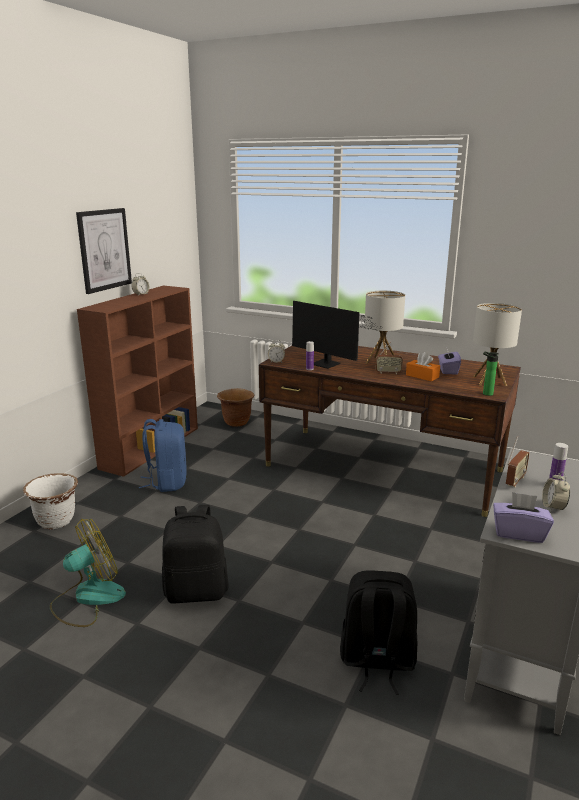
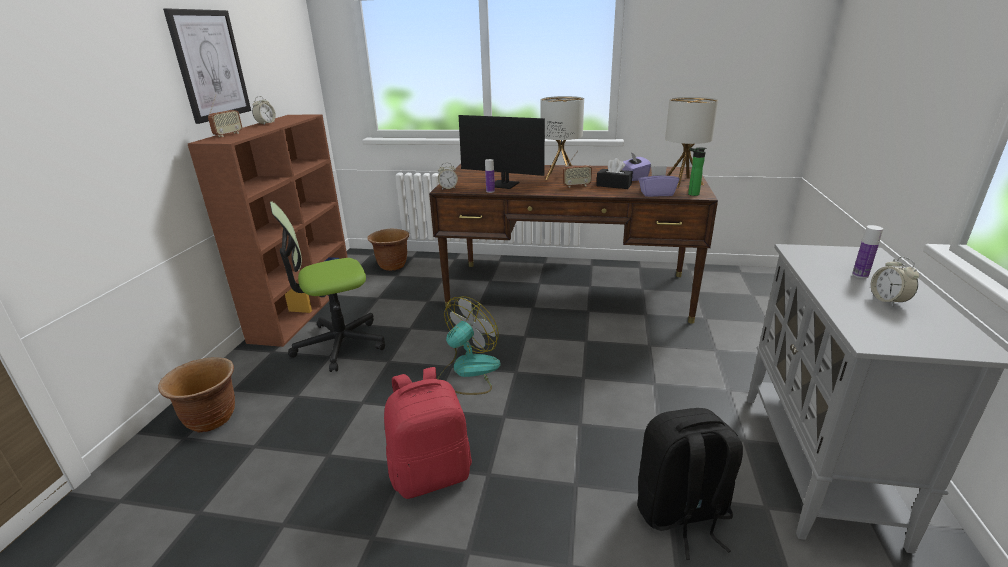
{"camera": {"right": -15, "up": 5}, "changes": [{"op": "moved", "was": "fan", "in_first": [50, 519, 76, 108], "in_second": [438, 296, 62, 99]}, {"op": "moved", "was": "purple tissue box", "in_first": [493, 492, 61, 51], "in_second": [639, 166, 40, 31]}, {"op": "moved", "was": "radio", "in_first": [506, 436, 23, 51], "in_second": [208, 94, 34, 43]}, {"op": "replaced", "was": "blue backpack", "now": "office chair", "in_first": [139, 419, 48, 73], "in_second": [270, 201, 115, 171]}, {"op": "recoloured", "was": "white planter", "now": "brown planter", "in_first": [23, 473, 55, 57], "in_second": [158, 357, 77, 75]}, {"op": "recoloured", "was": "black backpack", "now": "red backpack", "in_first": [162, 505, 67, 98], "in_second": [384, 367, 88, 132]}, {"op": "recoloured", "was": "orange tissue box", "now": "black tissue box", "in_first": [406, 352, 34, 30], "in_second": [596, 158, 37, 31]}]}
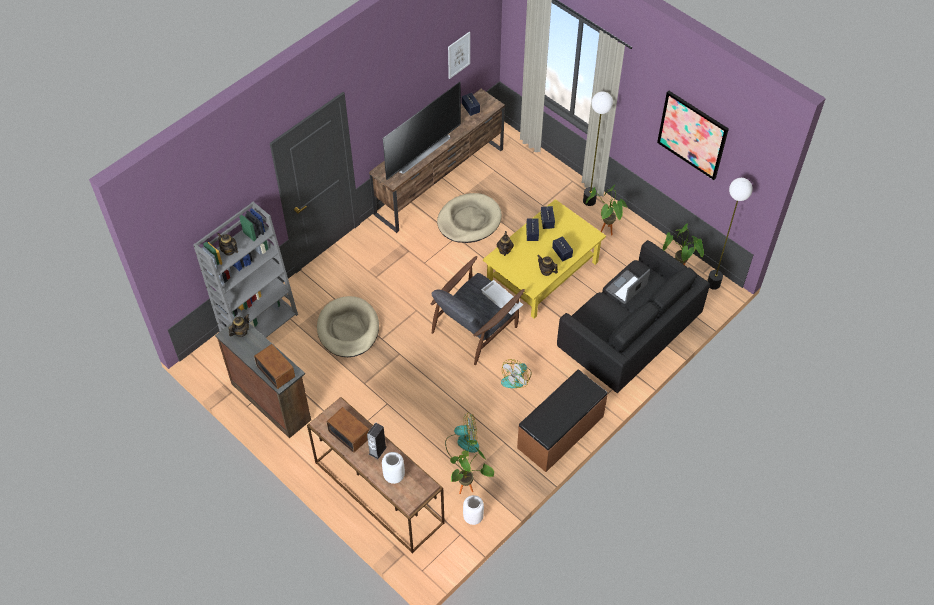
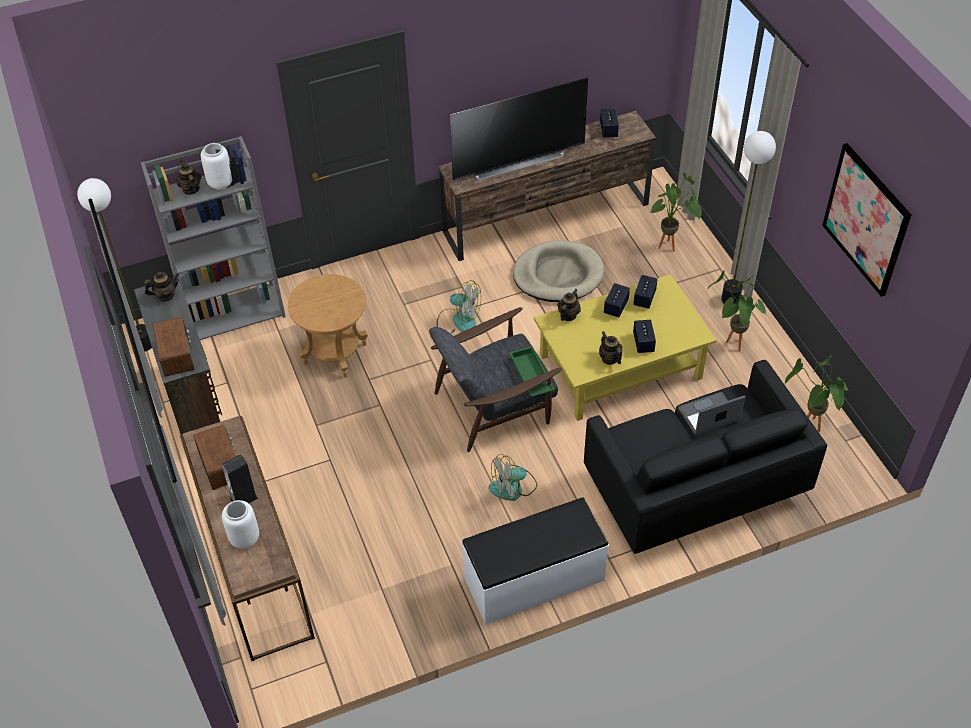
{"camera": {"right": 25, "up": -5}, "changes": [{"op": "removed", "was": "picture", "in_first": [448, 32, 22, 47]}, {"op": "moved", "was": "fan", "in_first": [445, 413, 34, 48], "in_second": [437, 280, 44, 54]}, {"op": "moved", "was": "potted plant", "in_first": [450, 440, 44, 54], "in_second": [650, 173, 52, 78]}, {"op": "moved", "was": "white vase", "in_first": [463, 495, 21, 30], "in_second": [201, 143, 31, 47]}, {"op": "moved", "was": "floor lamp", "in_first": [707, 178, 46, 112], "in_second": [77, 178, 75, 173]}, {"op": "replaced", "was": "beige dog bed", "now": "brown side table", "in_first": [317, 296, 62, 61], "in_second": [288, 274, 80, 103]}, {"op": "recoloured", "was": "white tray", "now": "green tray", "in_first": [481, 280, 42, 35], "in_second": [509, 346, 46, 51]}, {"op": "recoloured", "was": "brown bench", "now": "white bench", "in_first": [517, 370, 91, 102], "in_second": [462, 498, 147, 127]}]}
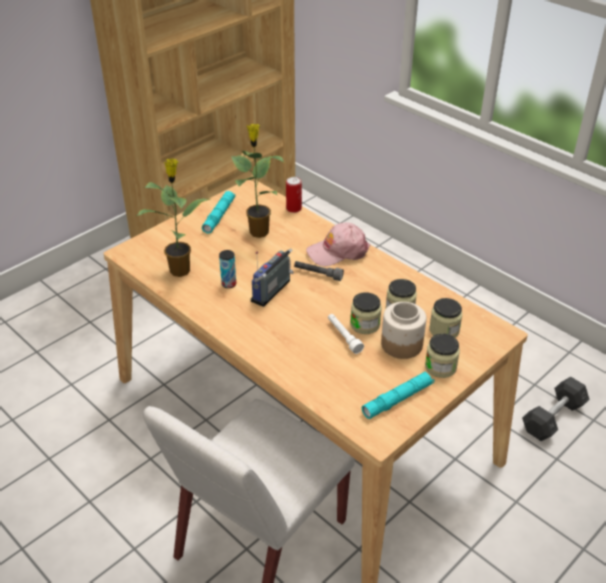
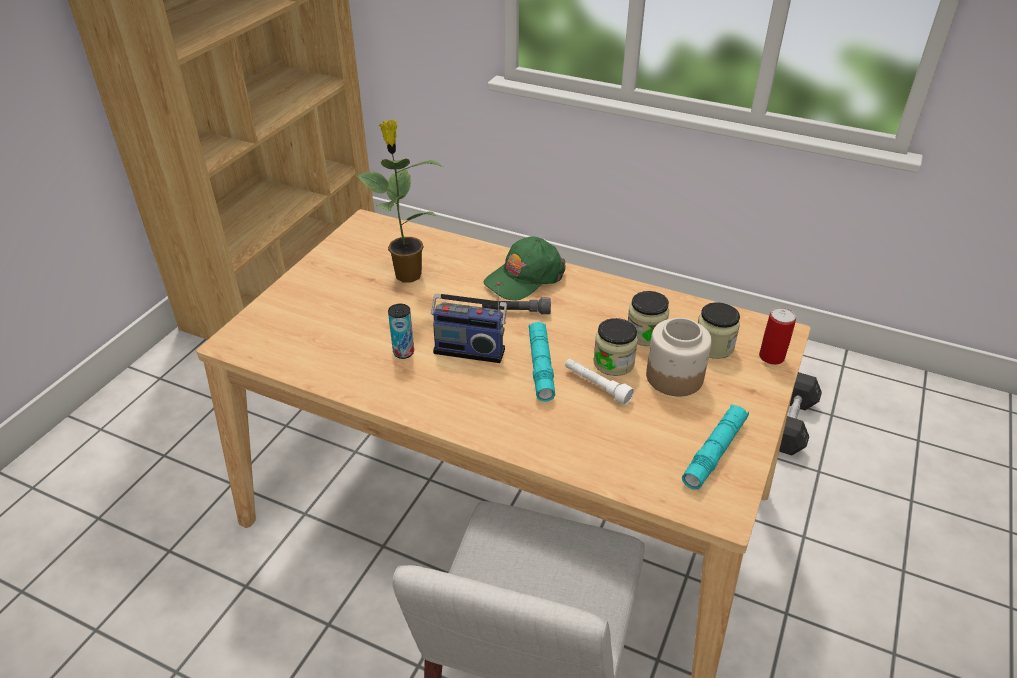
{"camera": {"right": -20, "up": 0}, "changes": [{"op": "removed", "was": "potted plant", "in_first": [136, 158, 74, 119]}, {"op": "removed", "was": "jar", "in_first": [425, 333, 35, 45]}, {"op": "moved", "was": "turquoise flashlight", "in_first": [202, 191, 33, 43], "in_second": [529, 322, 26, 80]}, {"op": "moved", "was": "can", "in_first": [286, 177, 16, 36], "in_second": [759, 308, 37, 57]}, {"op": "recoloured", "was": "pink cap", "now": "green cap", "in_first": [306, 222, 64, 44], "in_second": [484, 236, 82, 65]}, {"op": "turned", "was": "radio", "in_first": [251, 248, 42, 59], "in_second": [431, 282, 76, 81], "clockwise": -90}]}
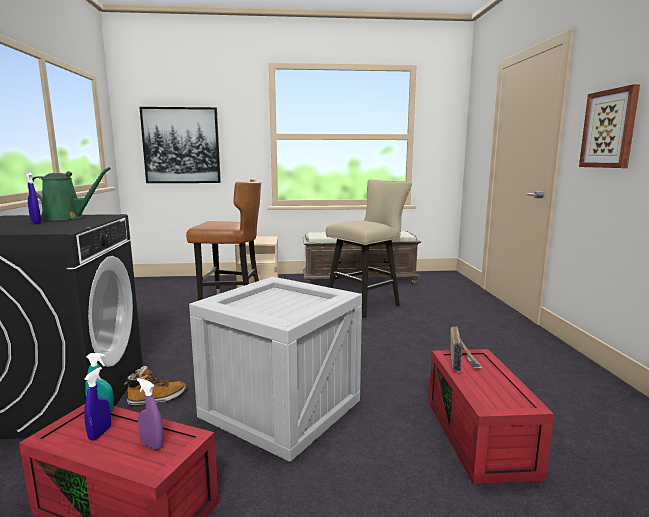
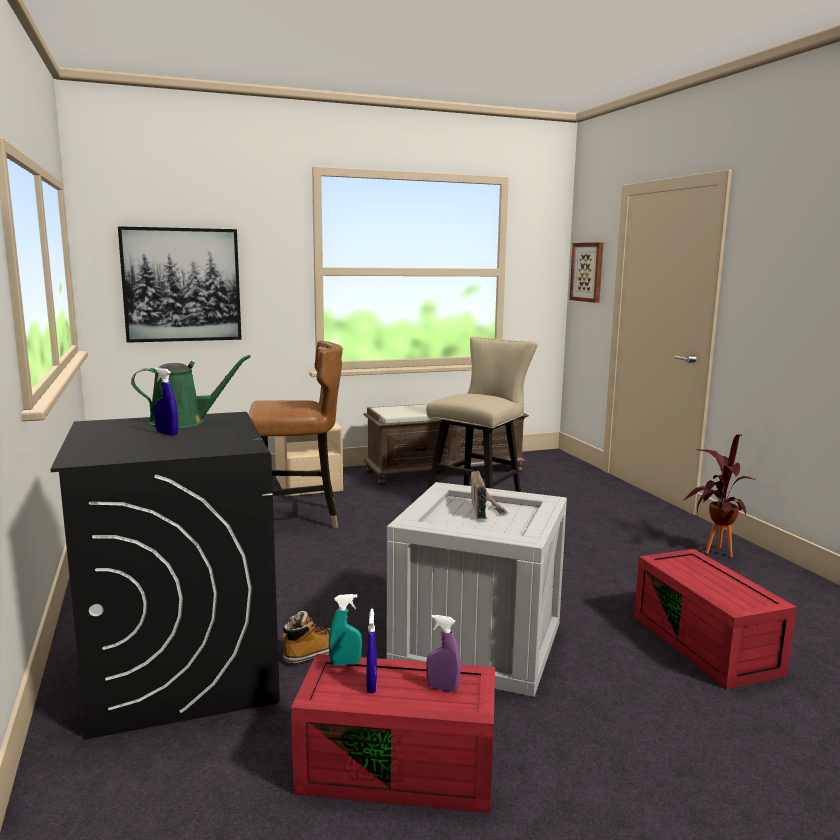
{"camera": {"right": -15, "up": 0}, "changes": [{"op": "added", "now": "potted plant", "in_second": [683, 434, 72, 123]}, {"op": "moved", "was": "radio", "in_first": [450, 326, 32, 46], "in_second": [471, 470, 38, 49]}, {"op": "moved", "was": "picture", "in_first": [579, 84, 61, 84], "in_second": [569, 242, 34, 61]}]}
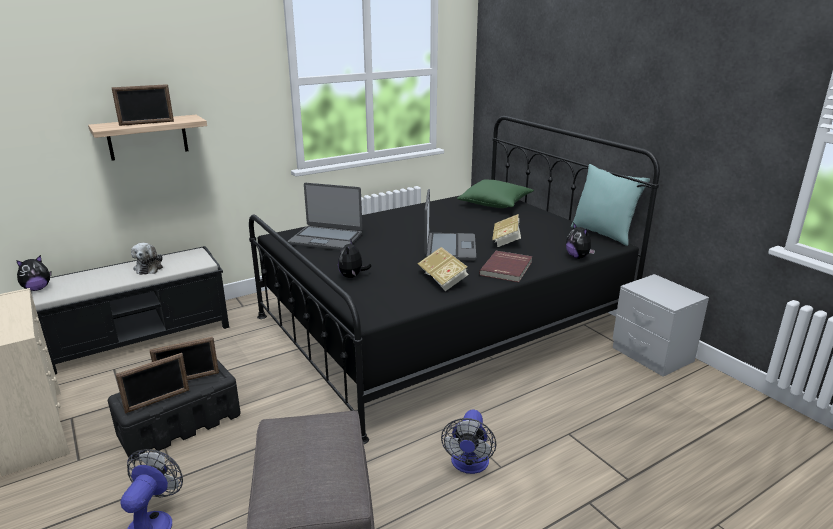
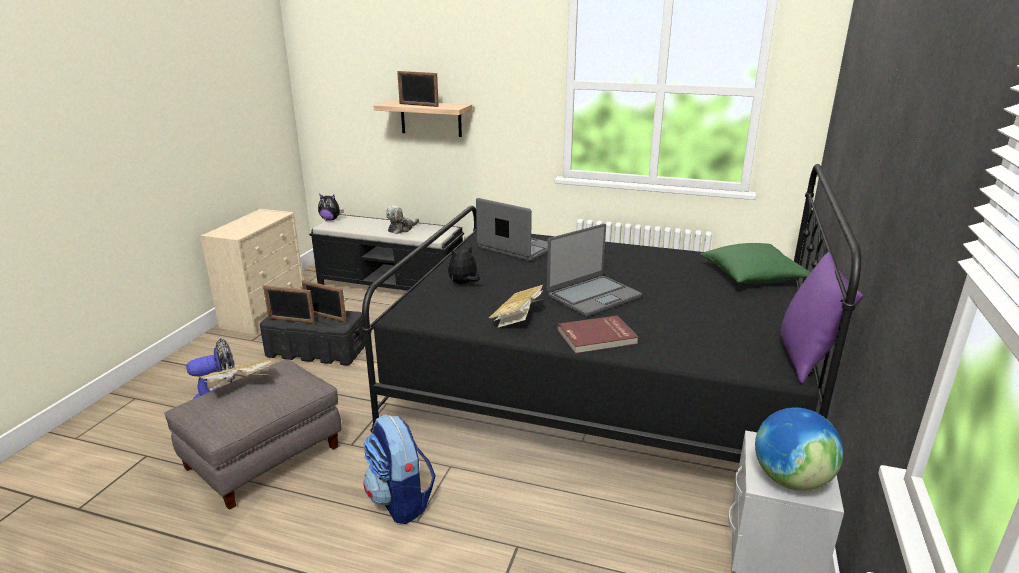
{"camera": {"right": 50, "up": 0}, "changes": [{"op": "removed", "was": "plush toy", "in_first": [566, 222, 29, 37]}, {"op": "added", "now": "globe", "in_second": [755, 407, 88, 84]}, {"op": "moved", "was": "book", "in_first": [492, 214, 29, 33], "in_second": [200, 360, 72, 30]}, {"op": "replaced", "was": "fan", "now": "backpack", "in_first": [441, 410, 55, 64], "in_second": [364, 414, 72, 110]}, {"op": "recoloured", "was": "turquoise pillow", "now": "purple pillow", "in_first": [571, 164, 79, 82], "in_second": [780, 252, 83, 132]}, {"op": "turned", "was": "laptop", "in_first": [288, 183, 74, 67], "in_second": [476, 198, 72, 63], "clockwise": 150}]}
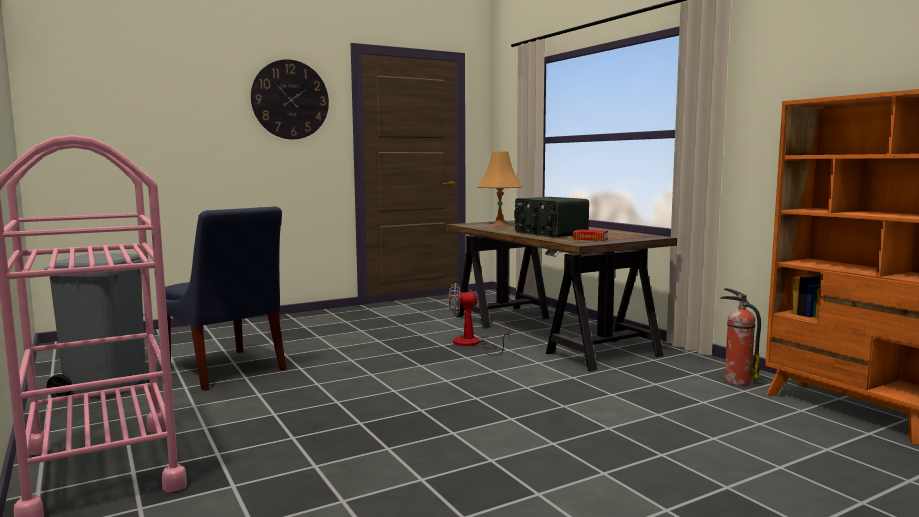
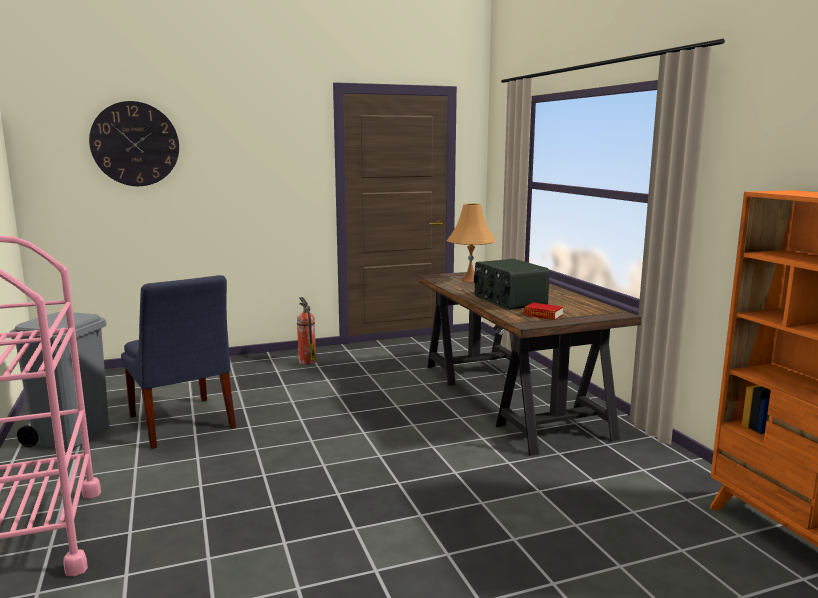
{"camera": {"right": 10, "up": 5}, "changes": [{"op": "removed", "was": "fan", "in_first": [449, 283, 60, 73]}, {"op": "moved", "was": "wall clock", "in_first": [251, 59, 78, 80], "in_second": [89, 101, 90, 85]}, {"op": "moved", "was": "fire extinguisher", "in_first": [720, 288, 41, 97], "in_second": [297, 297, 19, 68]}]}
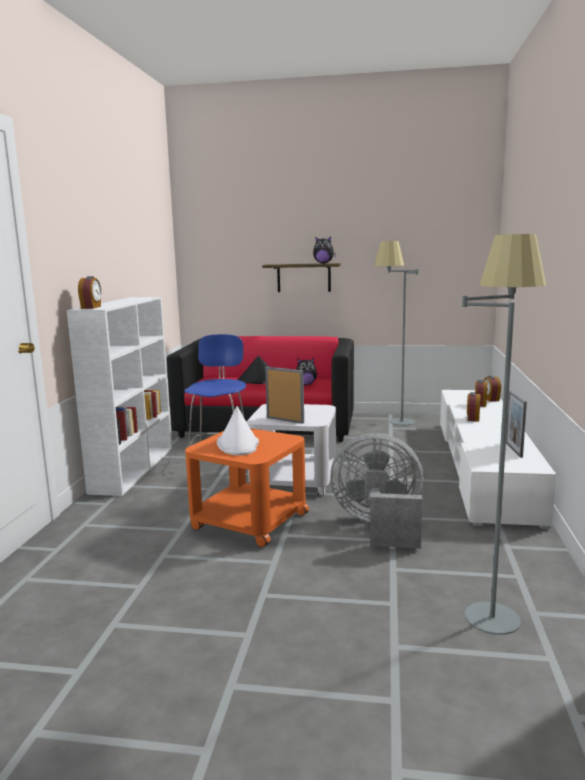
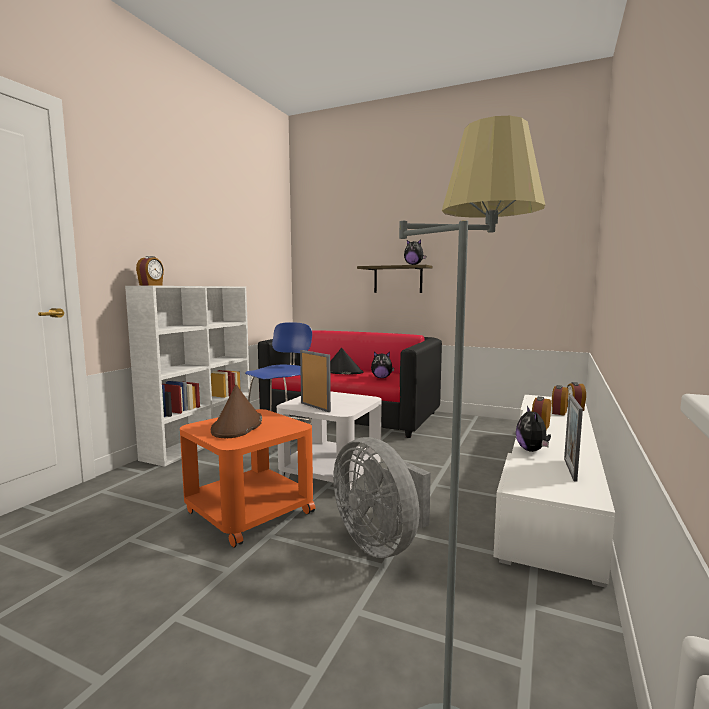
{"camera": {"right": 15, "up": -5}, "changes": [{"op": "removed", "was": "grey floor lamp", "in_first": [374, 241, 44, 185]}, {"op": "added", "now": "plush toy", "in_second": [516, 406, 35, 46]}, {"op": "recoloured", "was": "white hat", "now": "brown hat", "in_first": [217, 406, 42, 49], "in_second": [211, 385, 51, 53]}, {"op": "turned", "was": "grey fan", "in_first": [330, 433, 94, 115], "in_second": [333, 437, 98, 121], "clockwise": -150}]}
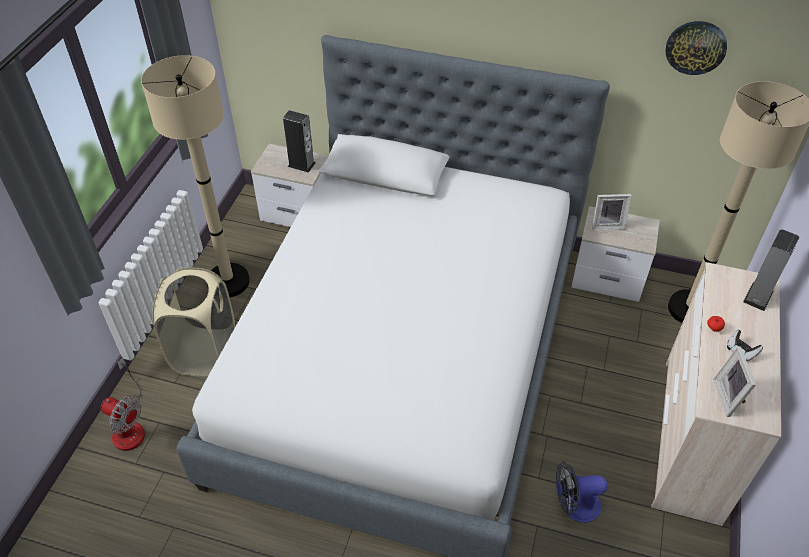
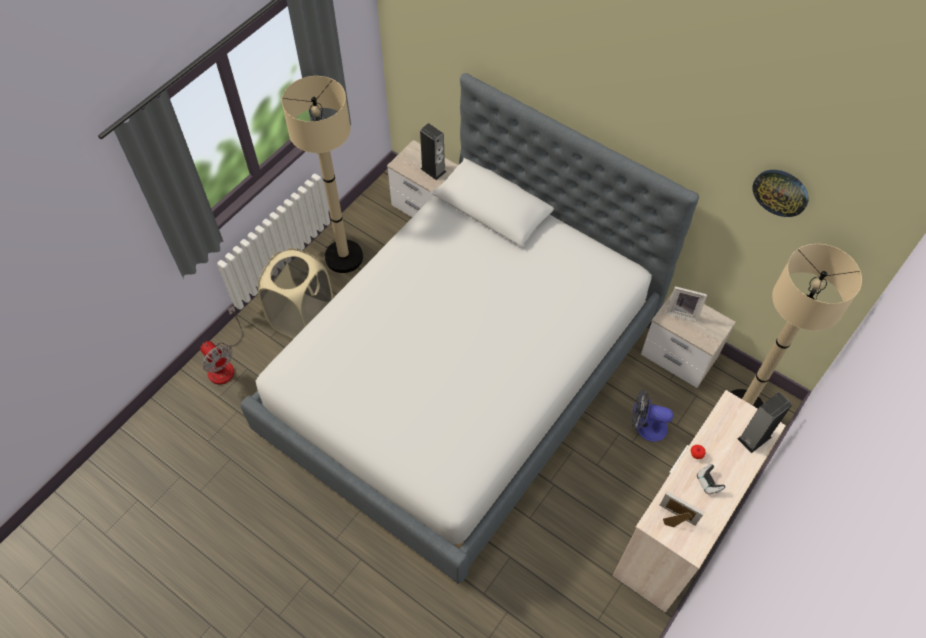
{"camera": {"right": 20, "up": 10}, "changes": [{"op": "moved", "was": "fan", "in_first": [556, 461, 52, 62], "in_second": [632, 389, 41, 53]}, {"op": "turned", "was": "picture frame", "in_first": [713, 346, 43, 71], "in_second": [660, 491, 44, 36], "clockwise": 105}]}
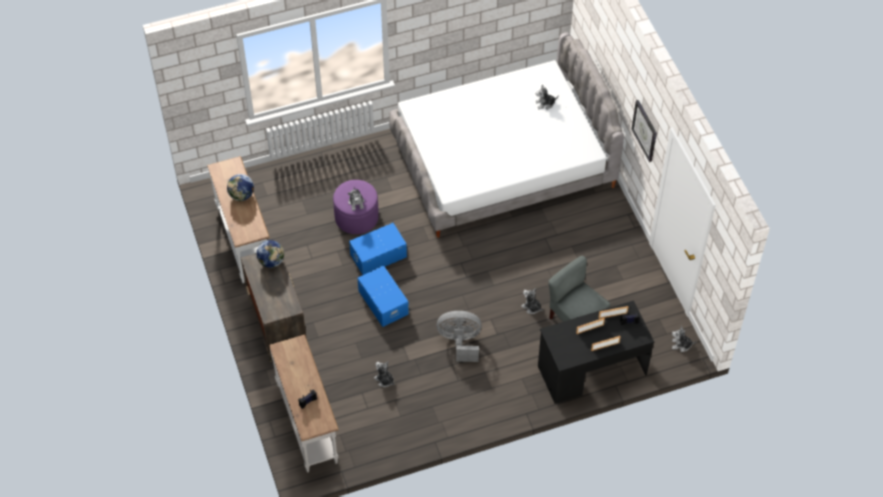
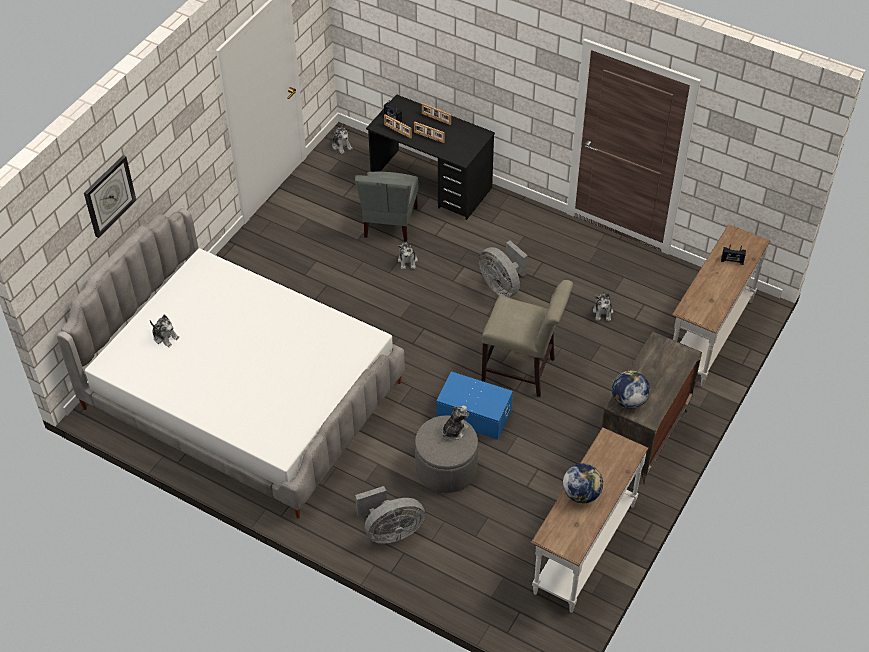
{"camera": {"right": -130, "up": -5}, "changes": [{"op": "added", "now": "grey fan", "in_second": [355, 486, 70, 58]}, {"op": "moved", "was": "wall clock", "in_first": [632, 100, 25, 62], "in_second": [84, 155, 52, 83]}, {"op": "replaced", "was": "blue storage box", "now": "beige chair", "in_first": [358, 265, 51, 62], "in_second": [482, 280, 91, 117]}, {"op": "recoloured", "was": "purple ottoman", "now": "grey ottoman", "in_first": [333, 180, 46, 54], "in_second": [415, 415, 63, 78]}]}
